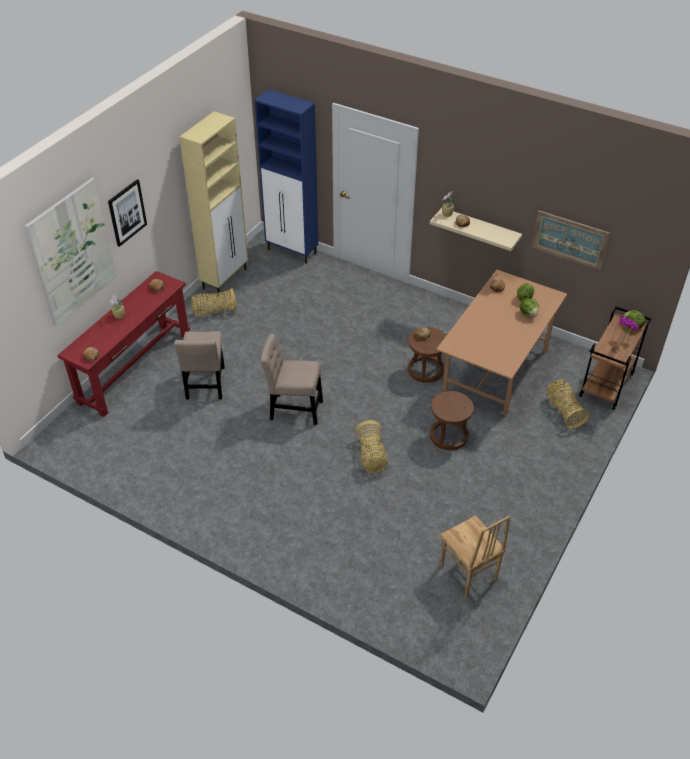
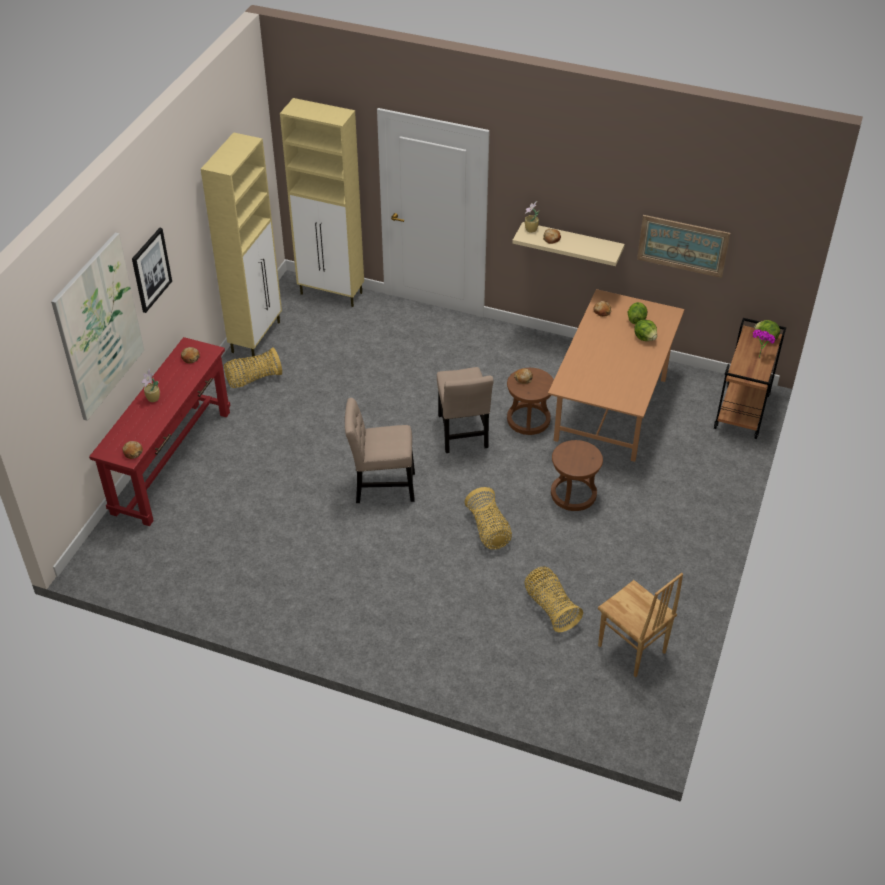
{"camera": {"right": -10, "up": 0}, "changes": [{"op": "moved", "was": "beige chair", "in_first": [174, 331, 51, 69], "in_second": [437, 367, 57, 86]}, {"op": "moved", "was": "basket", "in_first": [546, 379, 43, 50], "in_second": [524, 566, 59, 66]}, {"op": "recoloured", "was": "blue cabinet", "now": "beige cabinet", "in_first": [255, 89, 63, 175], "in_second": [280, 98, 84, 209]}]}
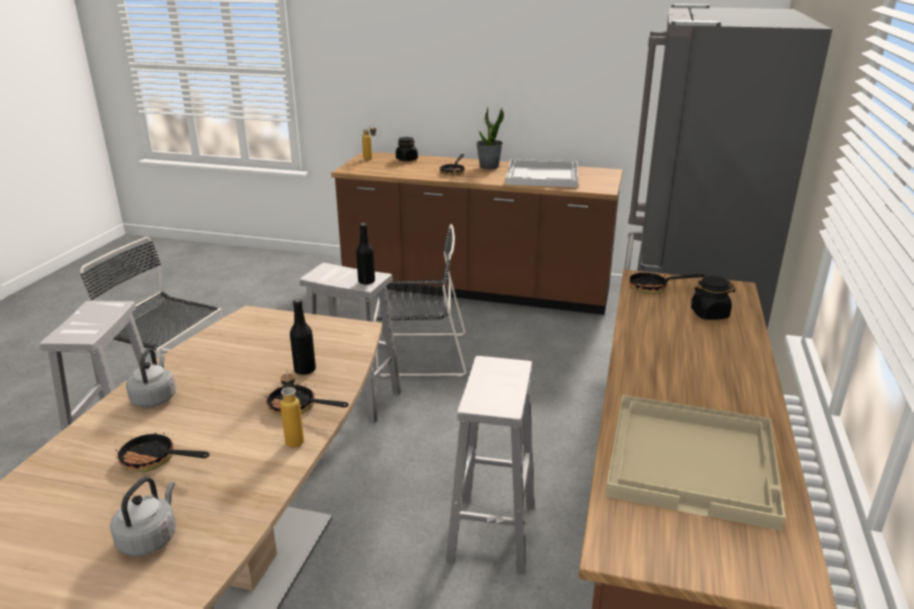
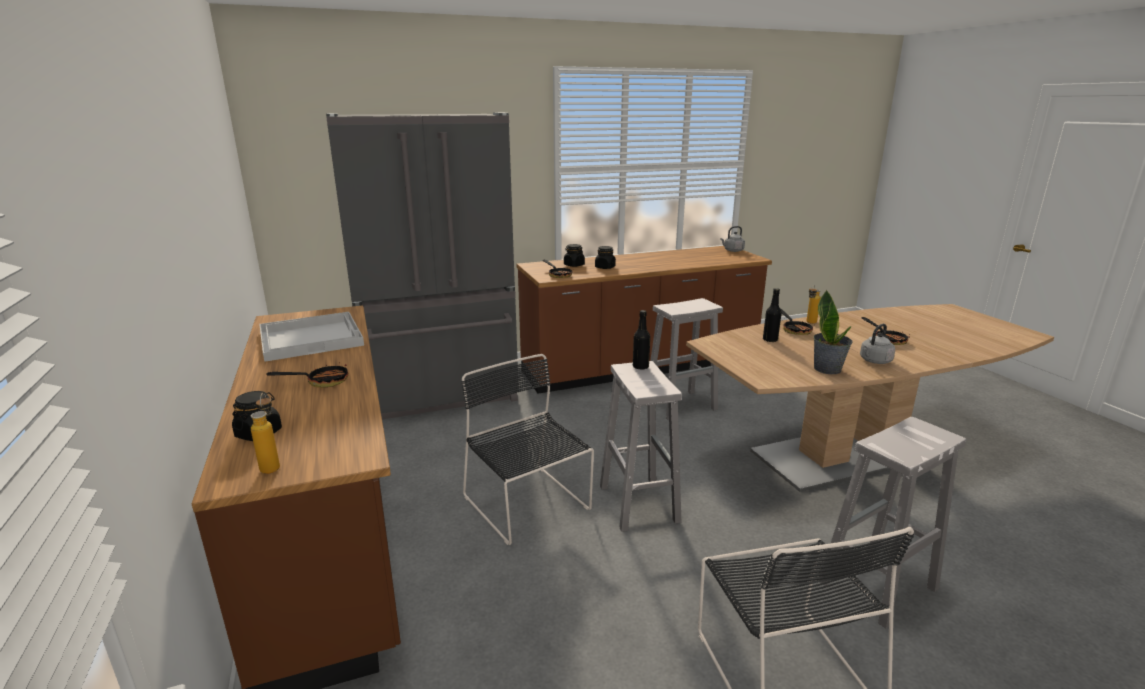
{"camera": {"right": -125, "up": -5}, "changes": [{"op": "removed", "was": "beige tray", "in_first": [605, 395, 181, 136]}, {"op": "added", "now": "black jar", "in_second": [595, 246, 21, 23]}, {"op": "moved", "was": "grey kettle", "in_first": [110, 477, 66, 79], "in_second": [720, 226, 25, 26]}, {"op": "moved", "was": "potted plant", "in_first": [476, 107, 28, 62], "in_second": [814, 290, 39, 84]}]}
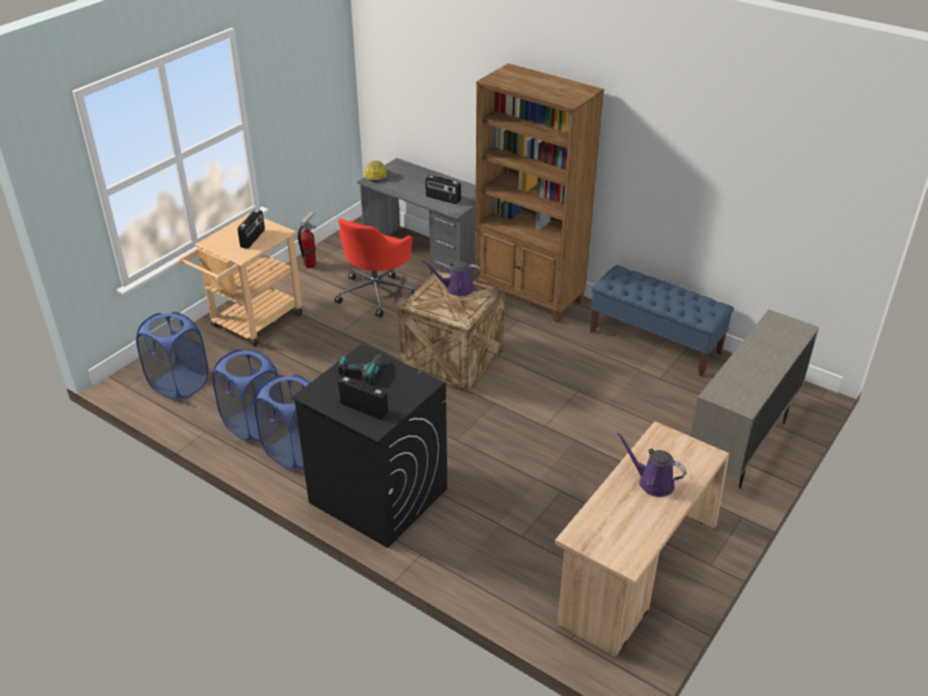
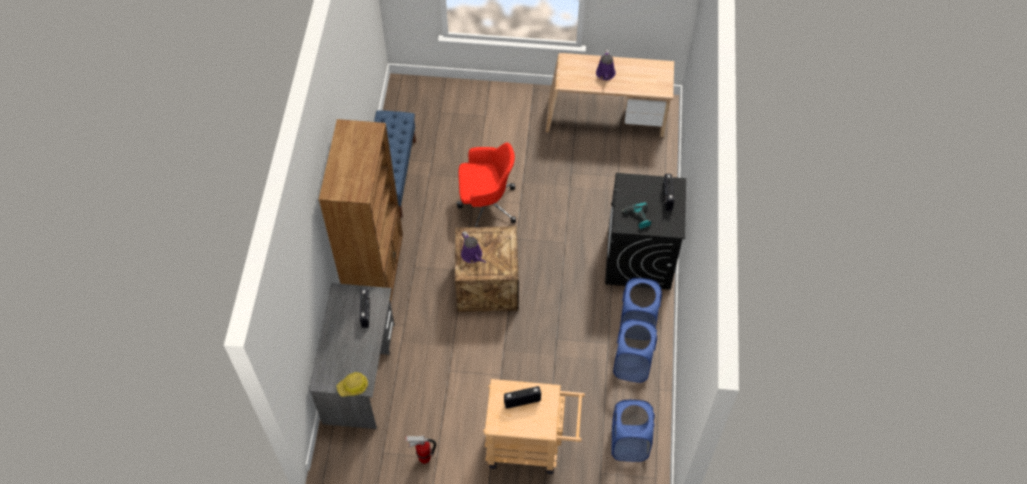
{"camera": {"right": -120, "up": 20}, "changes": [{"op": "removed", "was": "beige cabinet", "in_first": [690, 310, 129, 178]}, {"op": "moved", "was": "red office chair", "in_first": [335, 219, 82, 98], "in_second": [457, 142, 59, 85]}]}
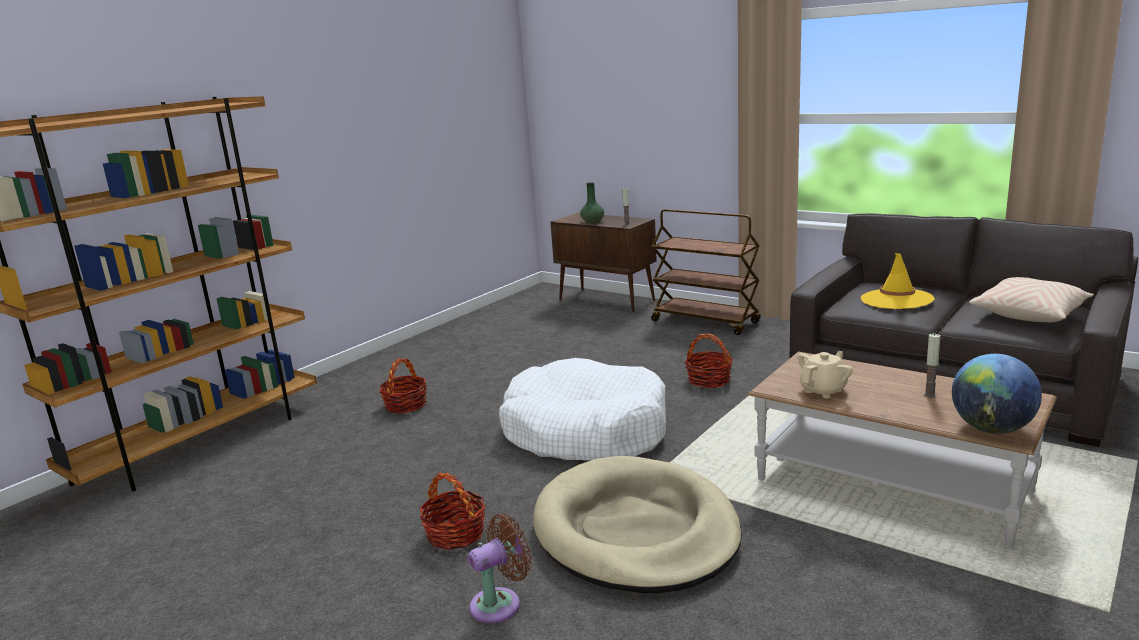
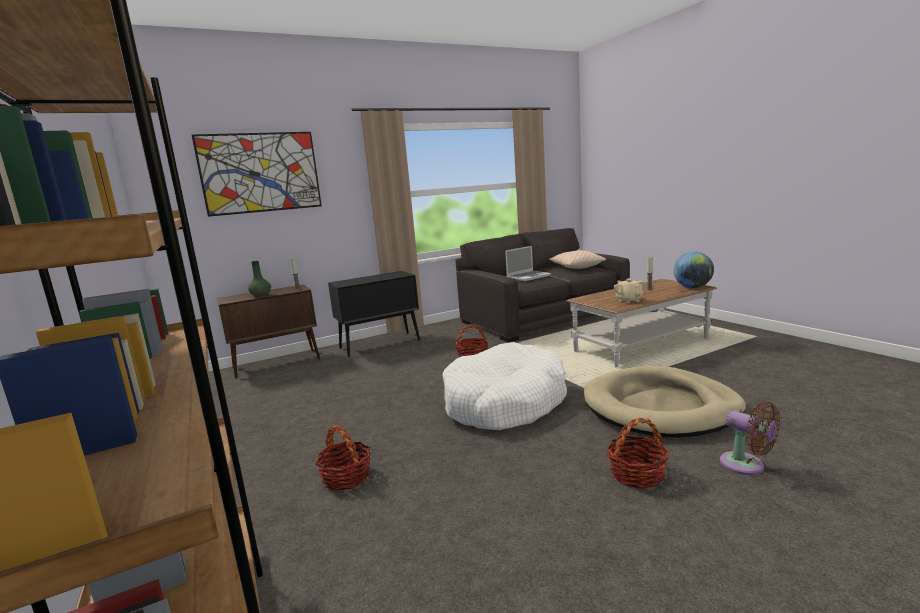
{"camera": {"right": -65, "up": -5}, "changes": [{"op": "added", "now": "picture", "in_second": [191, 132, 131, 85]}, {"op": "replaced", "was": "brown cart", "now": "black cabinet", "in_first": [651, 209, 110, 126], "in_second": [328, 271, 92, 86]}, {"op": "replaced", "was": "yellow hat", "now": "laptop", "in_first": [861, 253, 73, 56], "in_second": [505, 246, 46, 35]}, {"op": "turned", "was": "brown fan", "in_first": [468, 514, 63, 109], "in_second": [720, 402, 60, 73], "clockwise": 150}]}
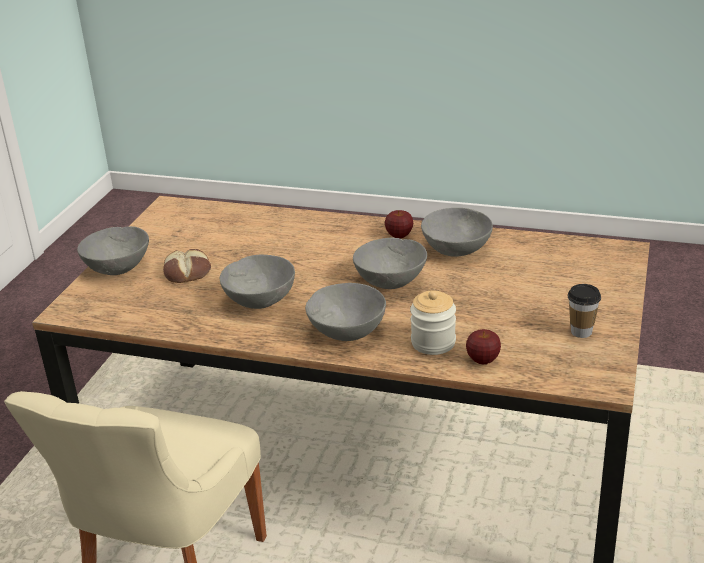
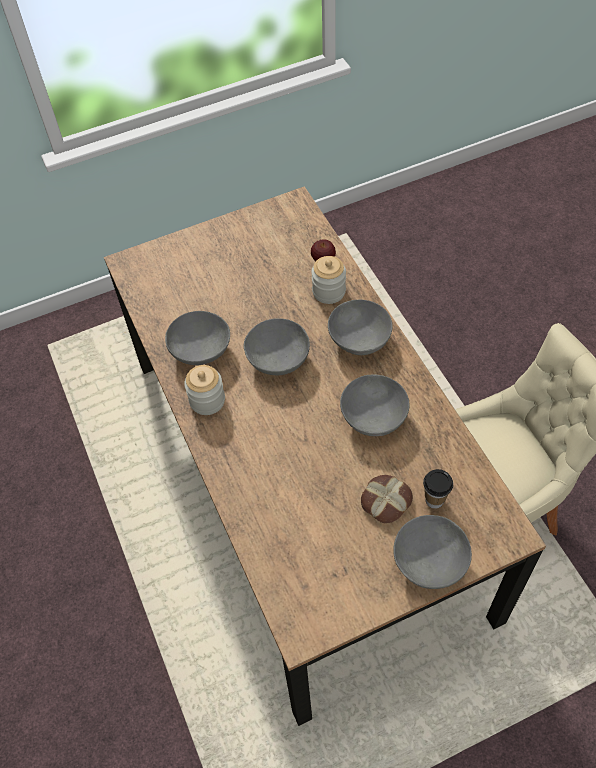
{"camera": {"right": -130, "up": 25}, "changes": [{"op": "moved", "was": "cup", "in_first": [568, 284, 33, 54], "in_second": [423, 469, 30, 40]}, {"op": "replaced", "was": "apple", "now": "jar", "in_first": [385, 210, 28, 28], "in_second": [184, 365, 41, 50]}]}
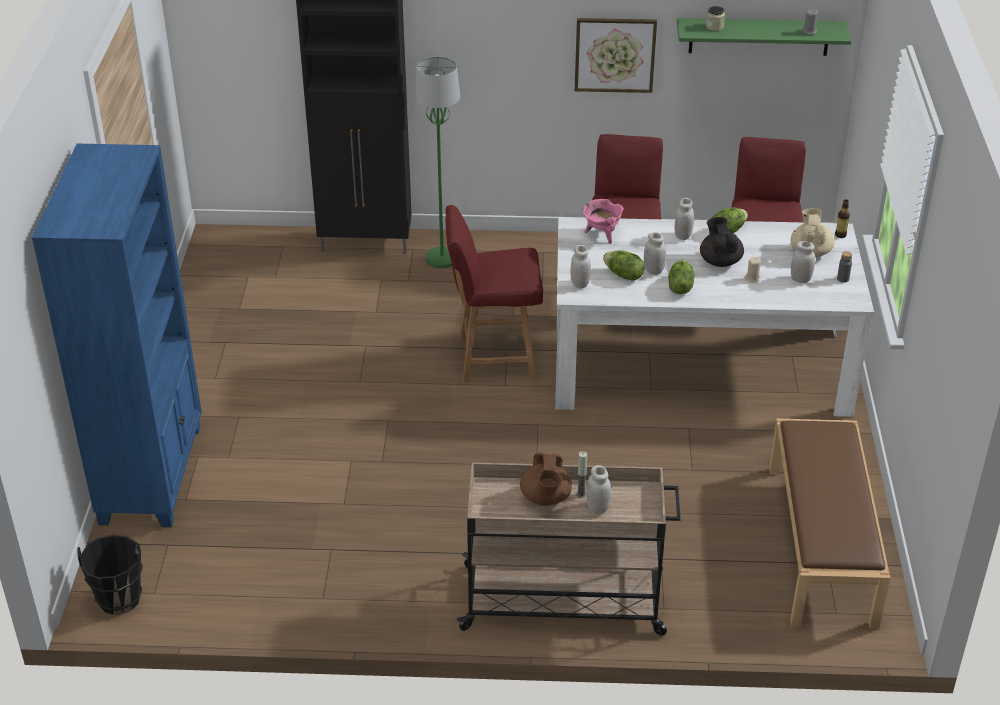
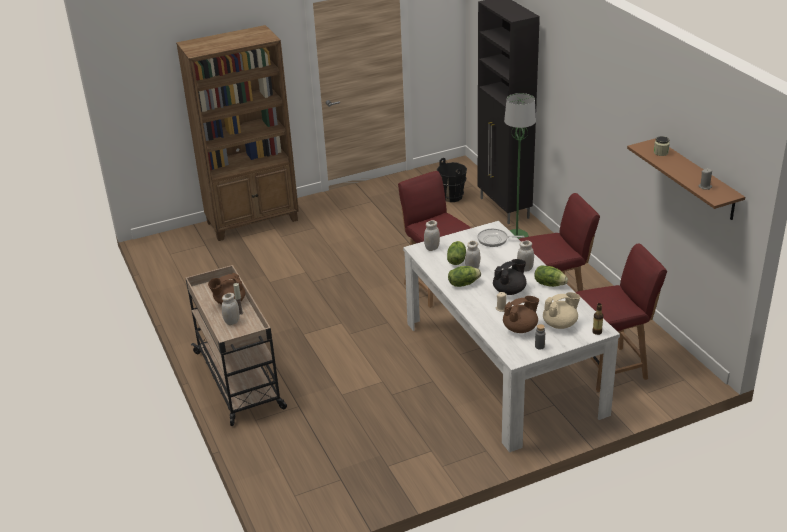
{"camera": {"right": 65, "up": -5}, "changes": [{"op": "removed", "was": "picture", "in_first": [575, 18, 82, 75]}, {"op": "removed", "was": "brown bench", "in_first": [769, 419, 121, 210]}, {"op": "moved", "was": "black bucket", "in_first": [77, 535, 66, 80], "in_second": [437, 158, 30, 44]}, {"op": "replaced", "was": "pink cooking pot", "now": "frying pan", "in_first": [582, 199, 42, 45], "in_second": [477, 229, 47, 18]}, {"op": "replaced", "was": "white jar", "now": "brown teapot", "in_first": [791, 241, 24, 42], "in_second": [503, 296, 36, 37]}, {"op": "recoloured", "was": "blue bookcase", "now": "brown bookcase", "in_first": [31, 144, 171, 383], "in_second": [176, 25, 123, 216]}, {"op": "recoloured", "was": "green shelf", "now": "brown shelf", "in_first": [677, 18, 174, 38], "in_second": [627, 138, 118, 82]}]}
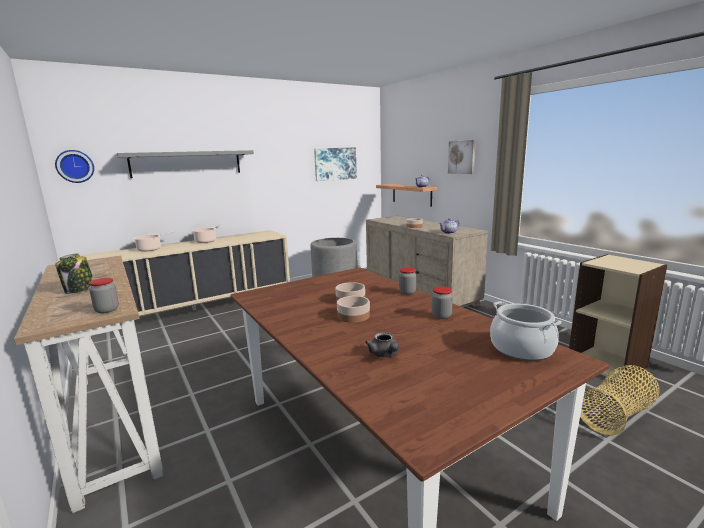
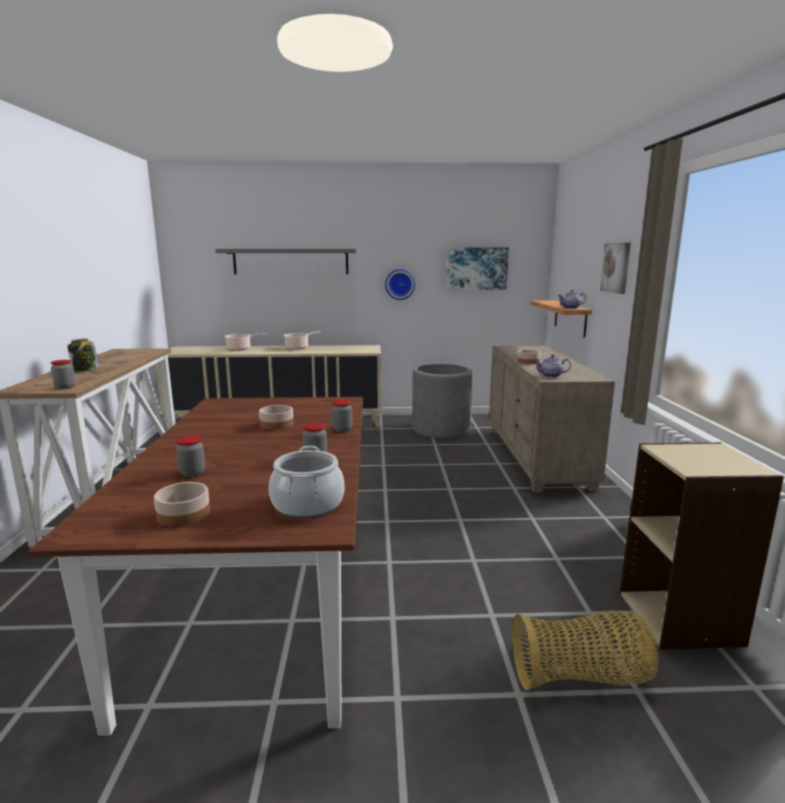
{"camera": {"right": 30, "up": 0}, "changes": [{"op": "moved", "was": "wall clock", "in_first": [55, 150, 39, 33], "in_second": [385, 269, 30, 31]}, {"op": "moved", "was": "bowl", "in_first": [337, 296, 33, 27], "in_second": [154, 482, 56, 45]}, {"op": "replaced", "was": "grey teapot", "now": "jar", "in_first": [365, 332, 34, 25], "in_second": [176, 435, 29, 42]}]}
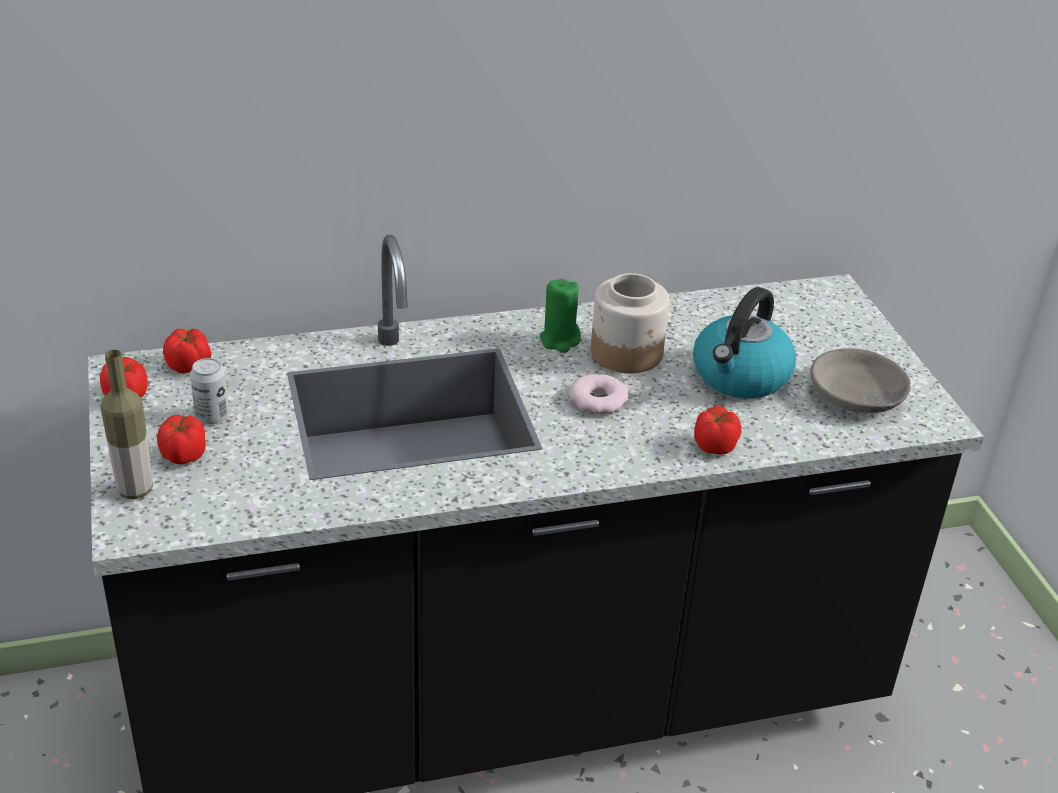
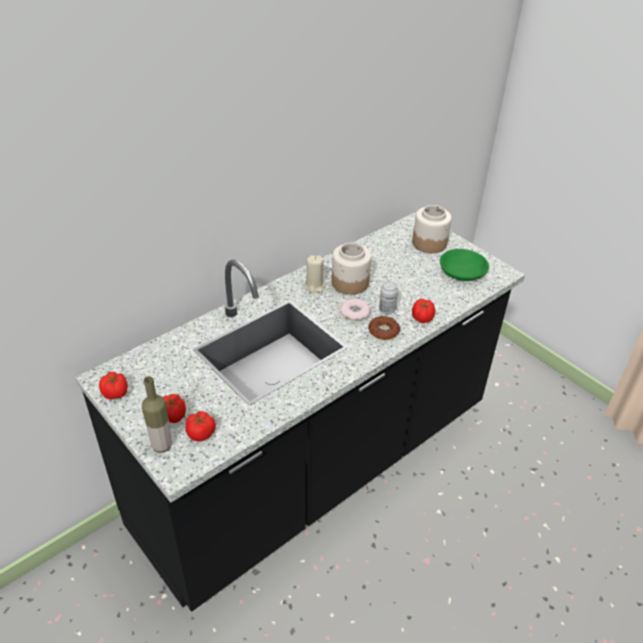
{"camera": {"right": -25, "up": 5}, "changes": [{"op": "removed", "was": "kettle", "in_first": [693, 287, 103, 112]}, {"op": "added", "now": "donut", "in_second": [368, 316, 32, 24]}, {"op": "added", "now": "jar", "in_second": [412, 205, 40, 48]}, {"op": "moved", "was": "tomato", "in_first": [163, 329, 48, 44], "in_second": [186, 411, 30, 31]}, {"op": "moved", "was": "can", "in_first": [190, 358, 39, 66], "in_second": [379, 282, 19, 32]}, {"op": "recoloured", "was": "green candle", "now": "beige candle", "in_first": [540, 279, 41, 74], "in_second": [304, 255, 22, 38]}, {"op": "recoloured", "was": "grey bowl", "now": "green bowl", "in_first": [810, 348, 101, 65], "in_second": [440, 249, 49, 32]}]}
